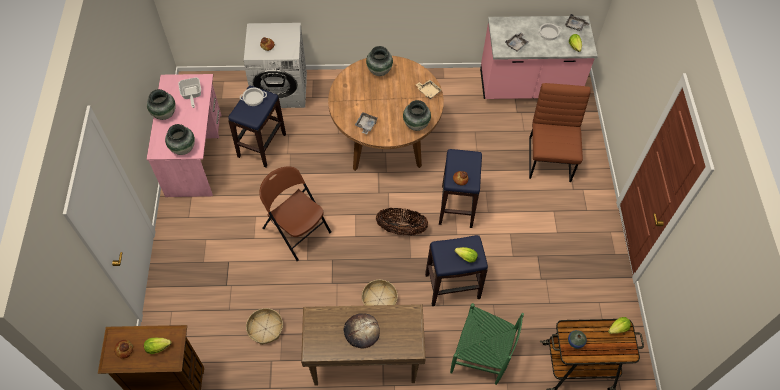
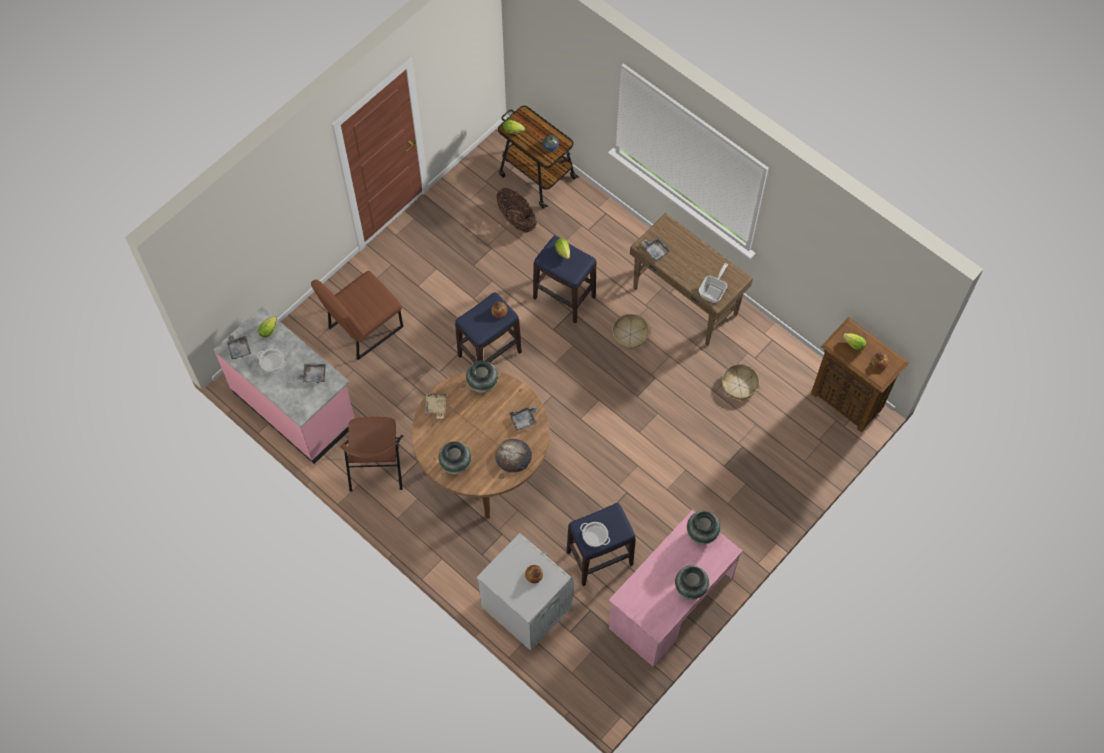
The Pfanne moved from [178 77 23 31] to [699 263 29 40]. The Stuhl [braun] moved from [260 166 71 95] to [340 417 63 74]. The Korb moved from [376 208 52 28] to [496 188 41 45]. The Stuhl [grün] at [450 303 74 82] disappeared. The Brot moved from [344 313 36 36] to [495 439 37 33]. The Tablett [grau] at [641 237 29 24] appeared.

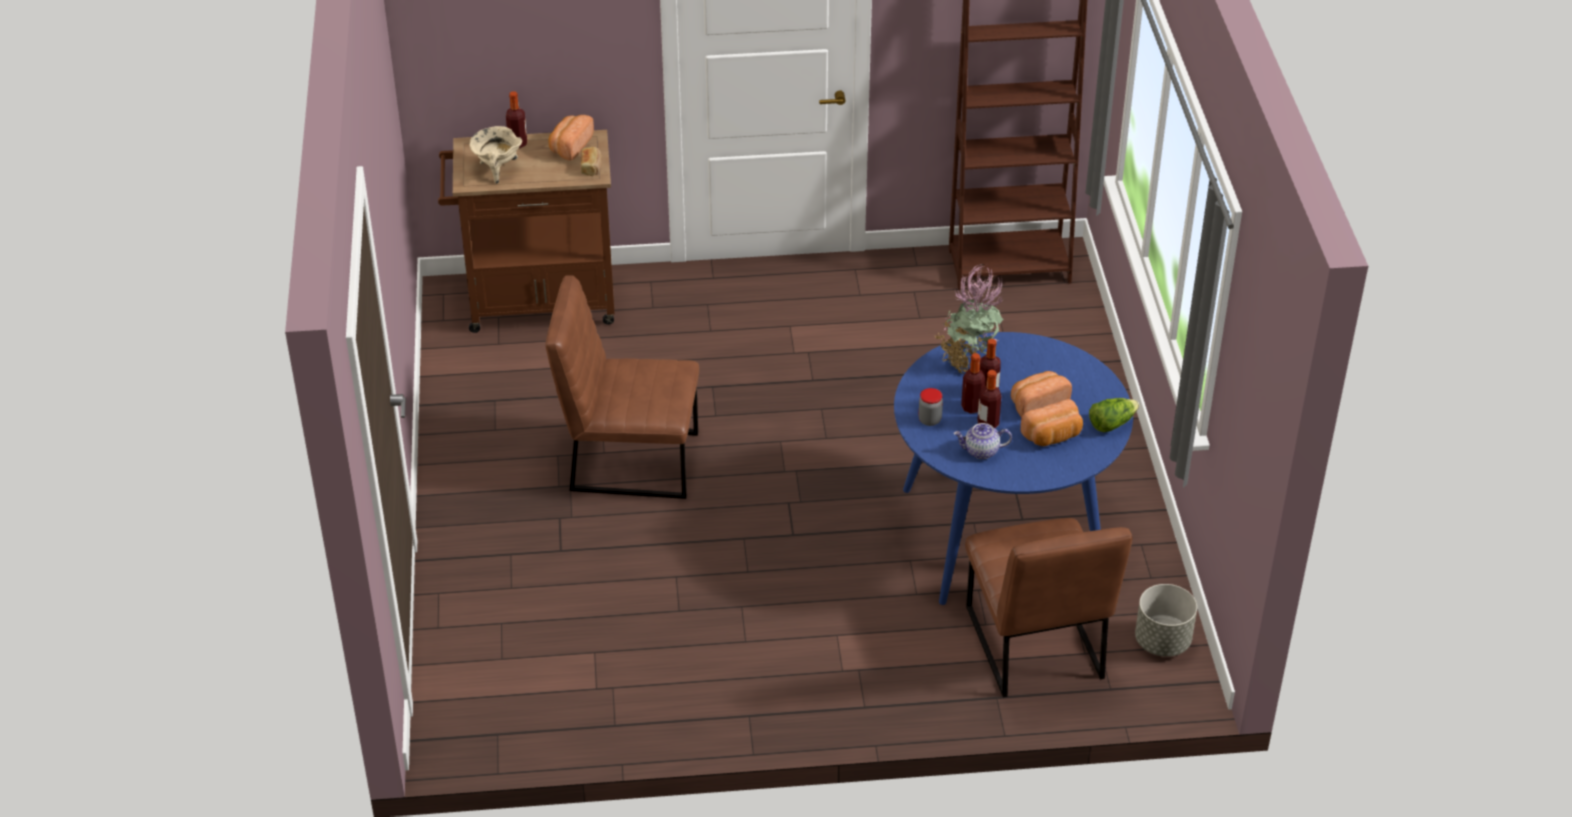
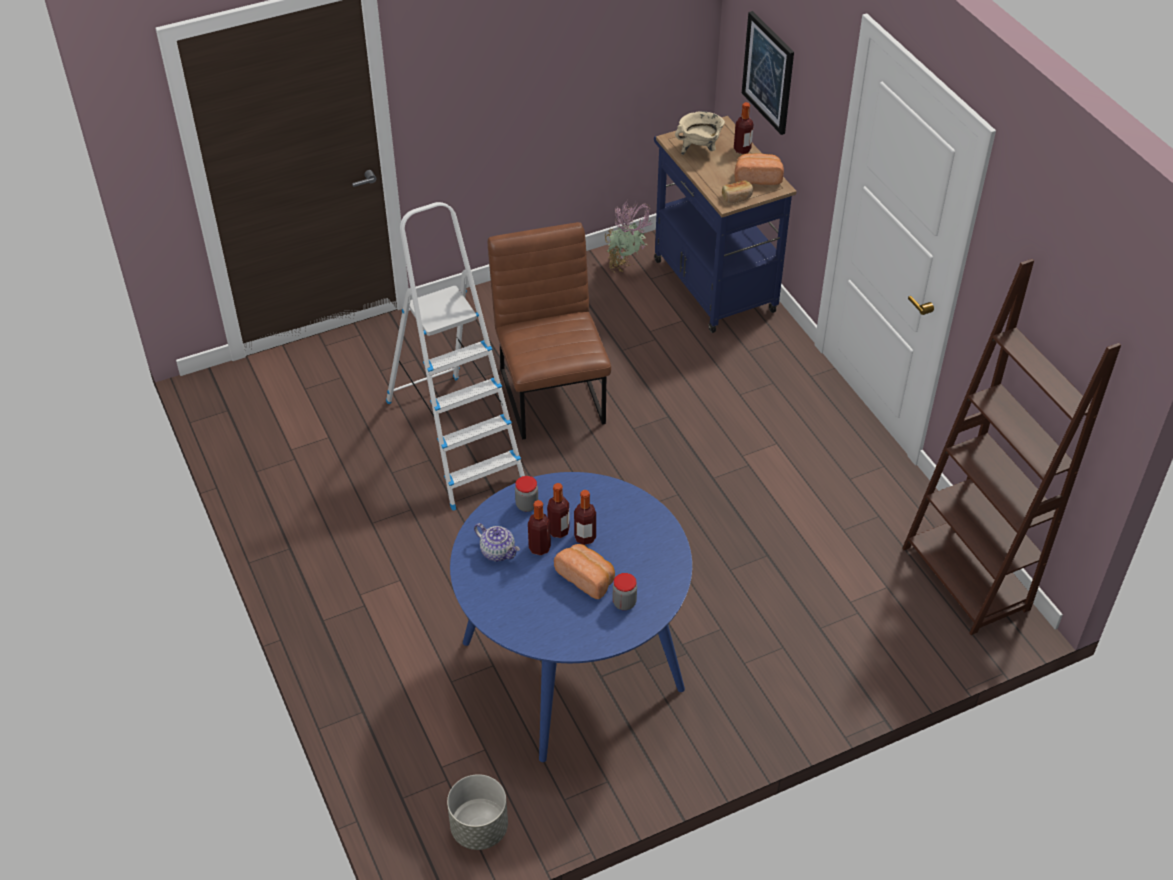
The Rollwagen [braun] at [438 130 177 203] became the Rollwagen [blau] at [654 116 143 217]. The Topfpflanze moved from [934 264 69 110] to [605 199 49 74]. The Salatkopf at [1089 398 50 34] disappeared. The Brot at [1020 399 63 47] disappeared. The Teekanne at [954 423 58 36] turned 150 degrees clockwise. The Stuhl [braun] at [965 518 168 180] disappeared. The Bild at [742 11 52 124] appeared. The Trittleiter [weiß] at [386 202 139 309] appeared. The Vorratsglas at [612 573 25 37] appeared.

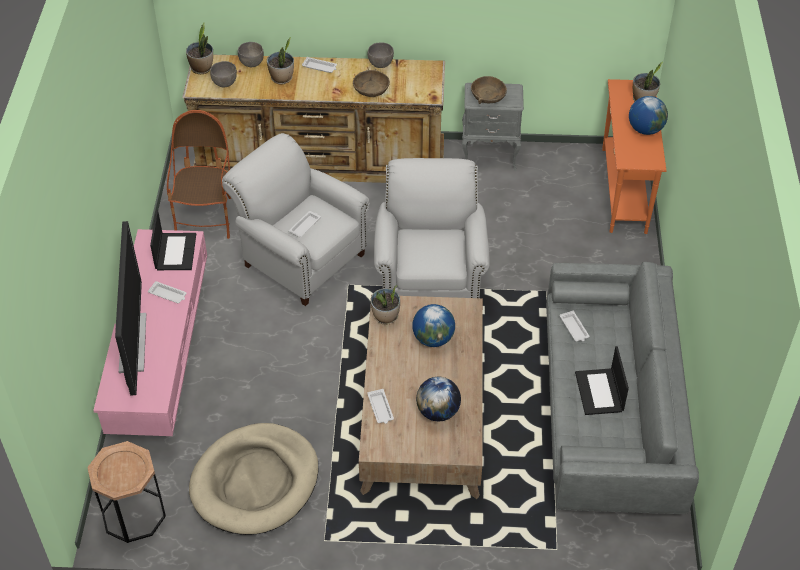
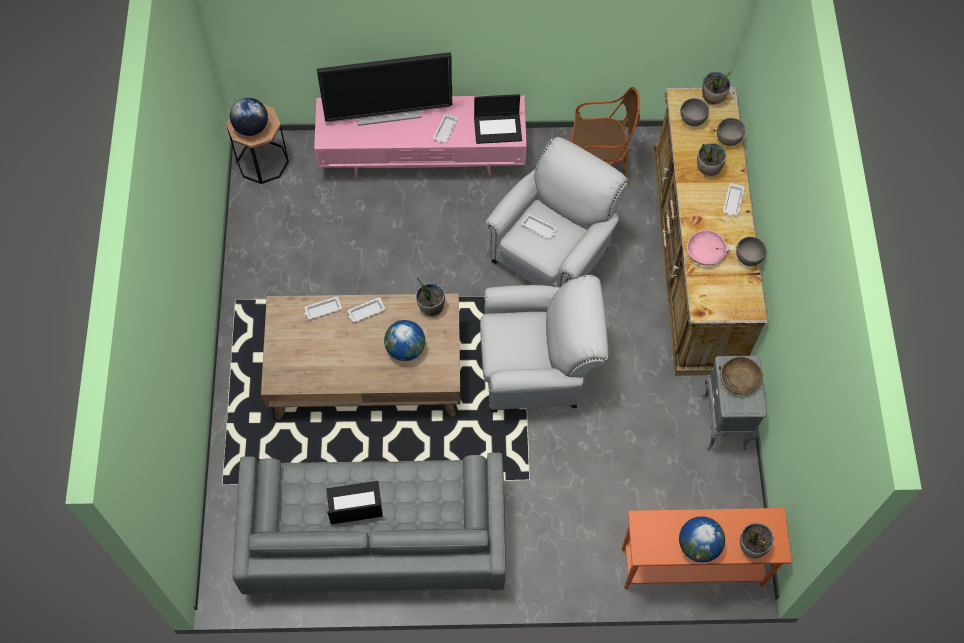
The Schüssel [braun] at [353 69 37 28] became the Schüssel [rosa] at [687 230 43 35]. The Tablett [weiß] moved from [560 311 30 31] to [348 297 37 25]. The Globus moved from [416 377 45 44] to [230 98 38 38]. The Hundebett [beige] at [189 423 129 112] disappeared.

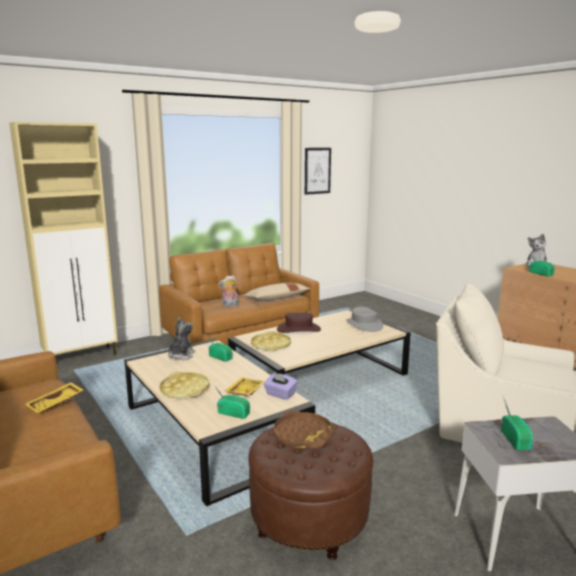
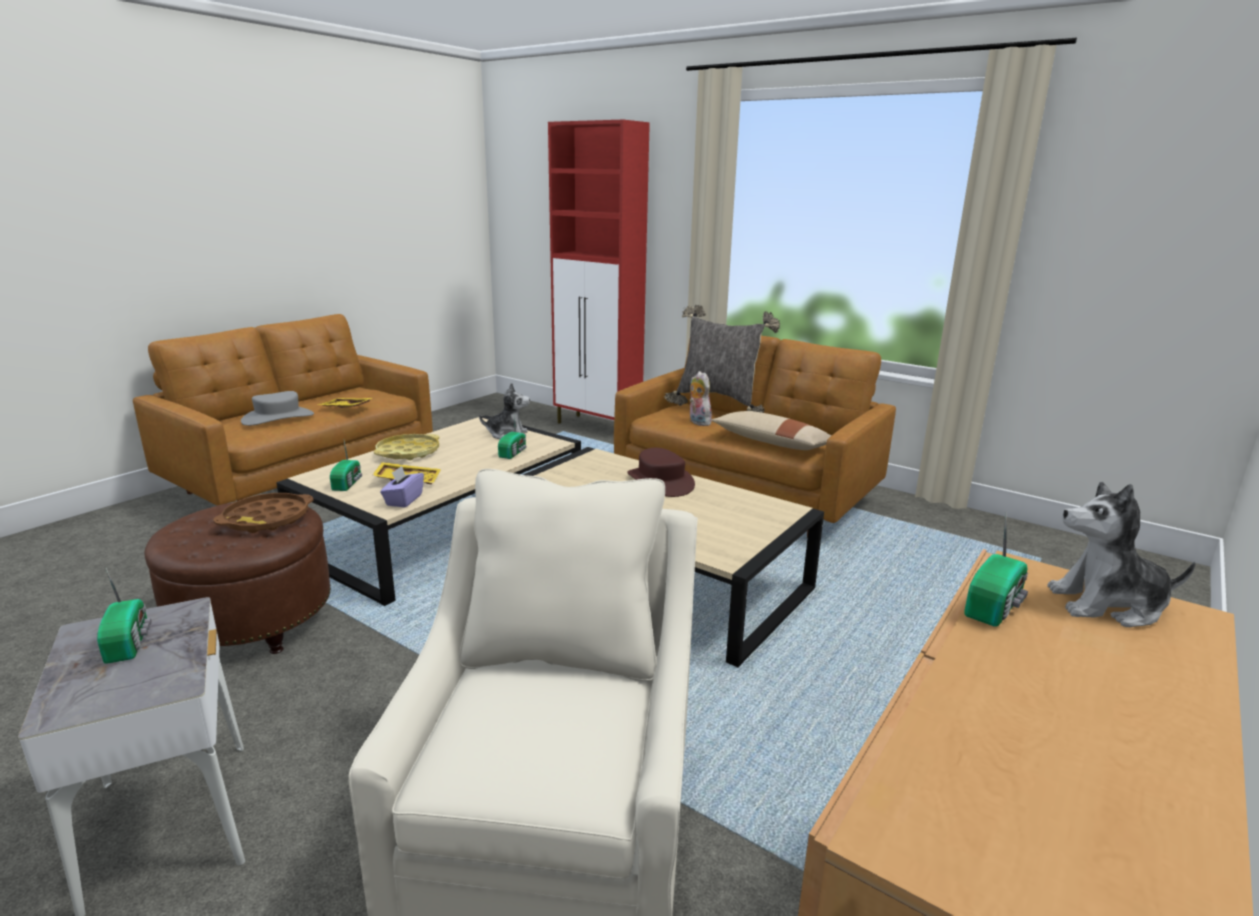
The Schrank [beige] at [9 122 109 233] became the Schrank [rot] at [548 120 102 304]. The Bild at [305 148 26 47] disappeared. The Hut [grau] moved from [346 307 37 25] to [241 391 73 35]. The Tablett [gelb] at [251 331 40 20] disappeared. The Radio at [501 396 32 55] turned 90 degrees counterclockwise. The Kissen at [664 305 116 108] appeared.

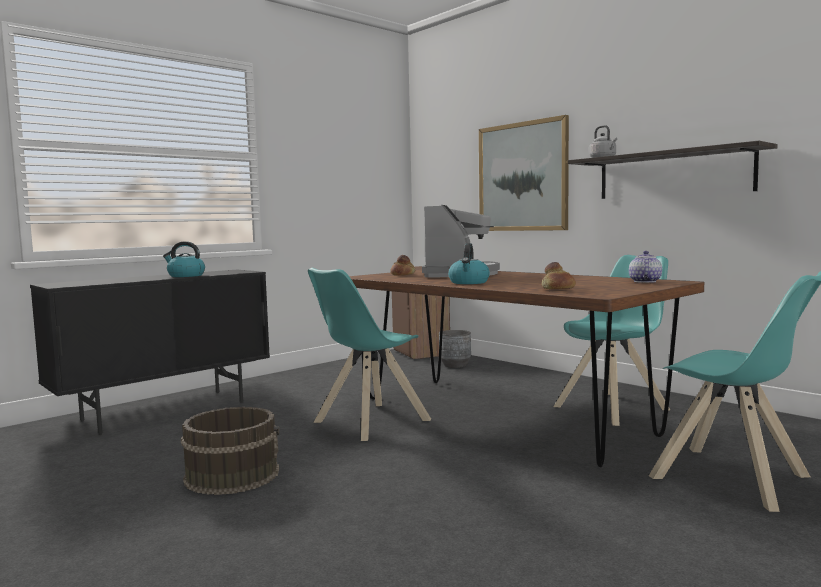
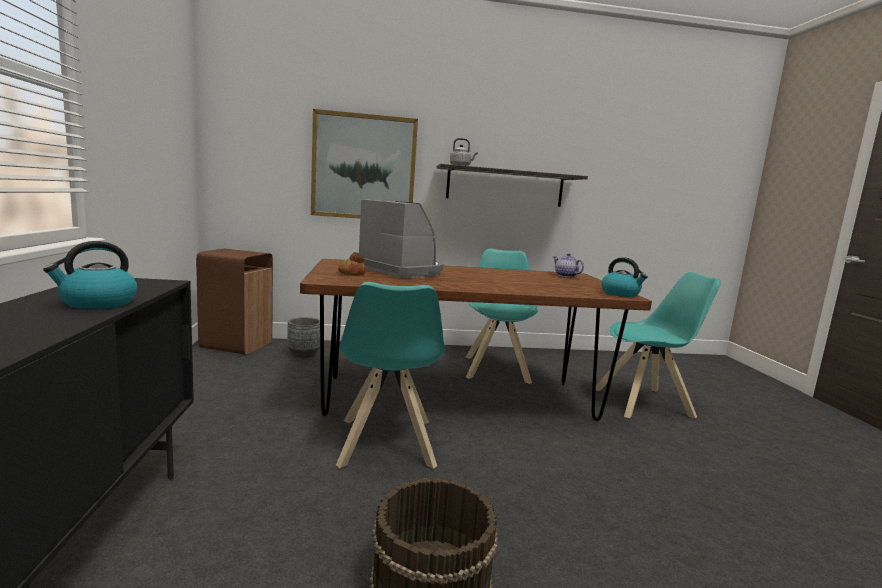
The Wasserkessel moved from [448 243 42 41] to [601 257 47 40]. The Brot at [542 262 34 27] disappeared.

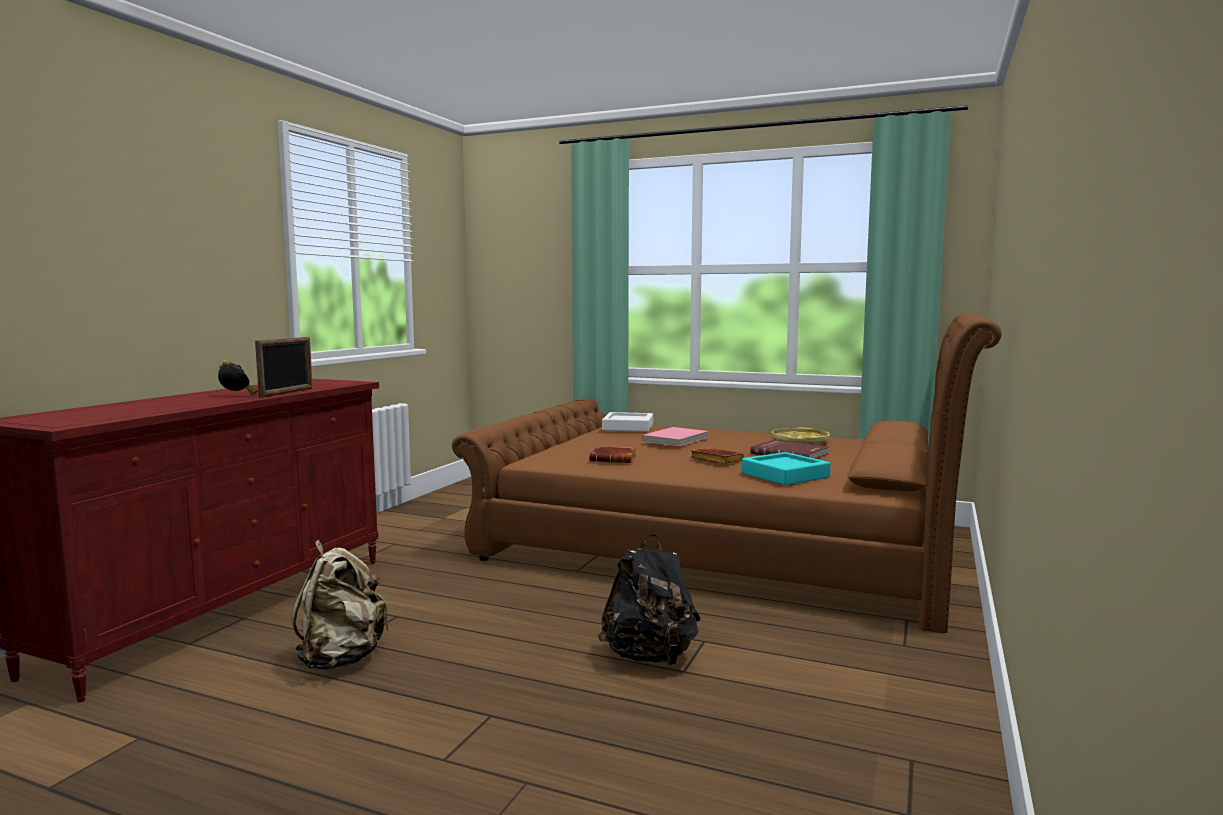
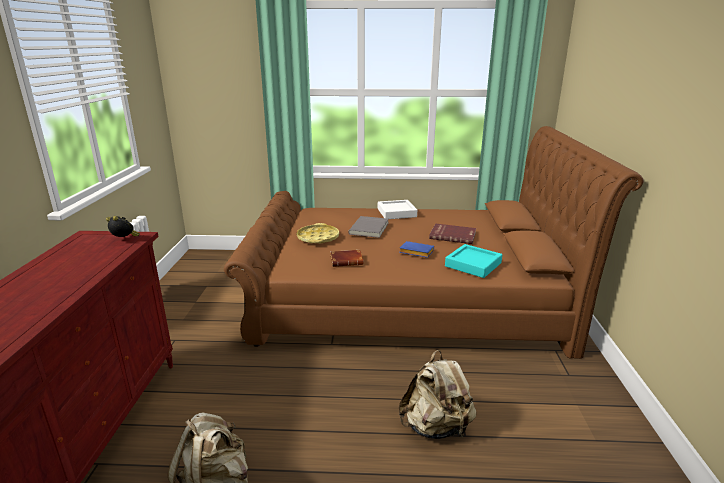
The Bilderrahmen at [255 337 58 61] disappeared. The Wecker moved from [218 360 40 35] to [106 216 34 21]. The Tablett [weiß] moved from [602 412 51 20] to [378 200 39 19]. The Buch [rosa] at [642 427 67 20] became the Buch [grau] at [348 216 40 22]. The Tablett [gelb] moved from [771 427 59 18] to [297 223 42 20]. The Buch [braun] at [690 448 54 16] became the Buch [blau] at [399 241 35 17]. The Rucksack [schwarz] at [598 534 103 131] became the Rucksack [beige] at [398 350 78 89].

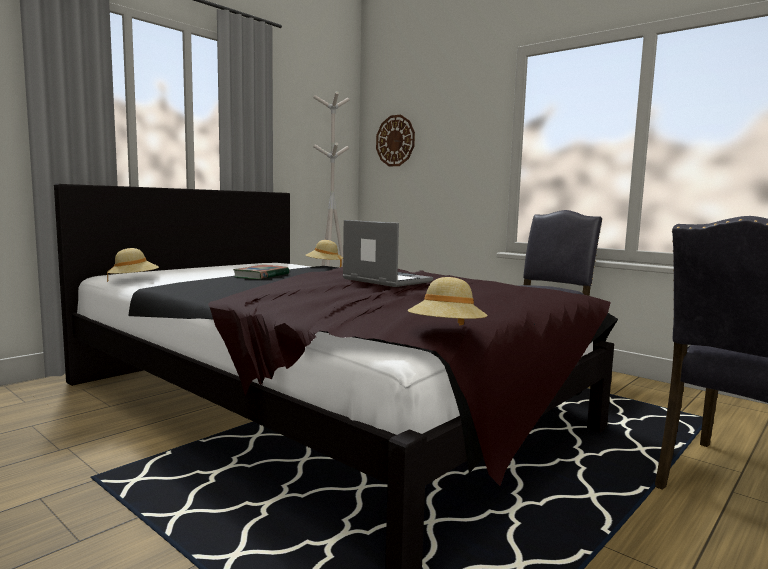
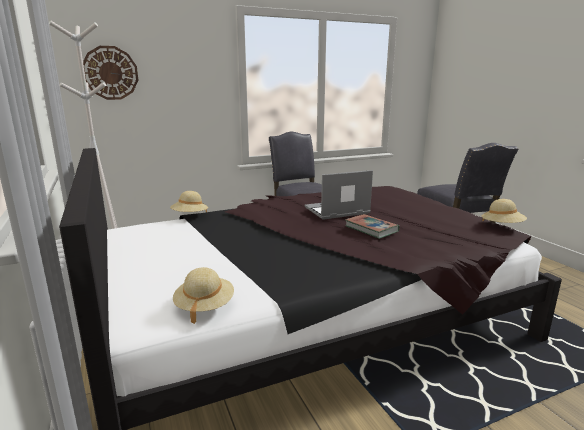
The Buch moved from [233 264 56 15] to [345 214 54 25].

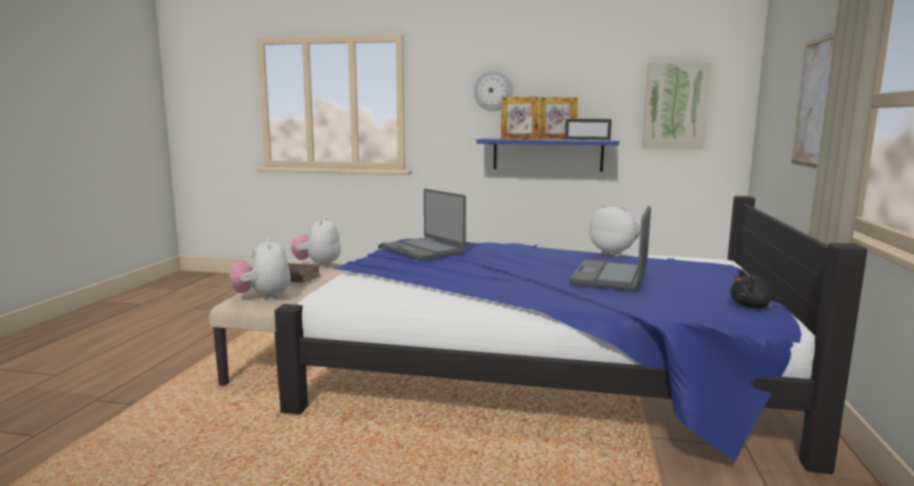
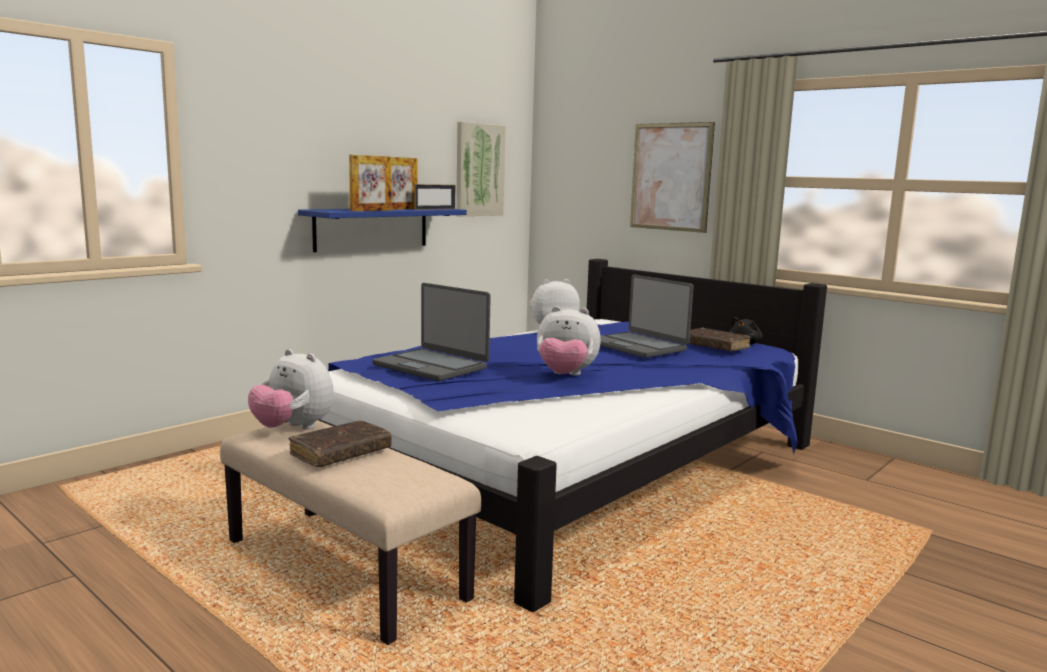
The Wanduhr at [474 70 39 41] disappeared. The Laptop at [382 189 84 71] turned 45 degrees clockwise. The Plüschtier moved from [230 238 61 62] to [537 306 64 69]. The Buch [braun] at [689 328 62 24] appeared.

